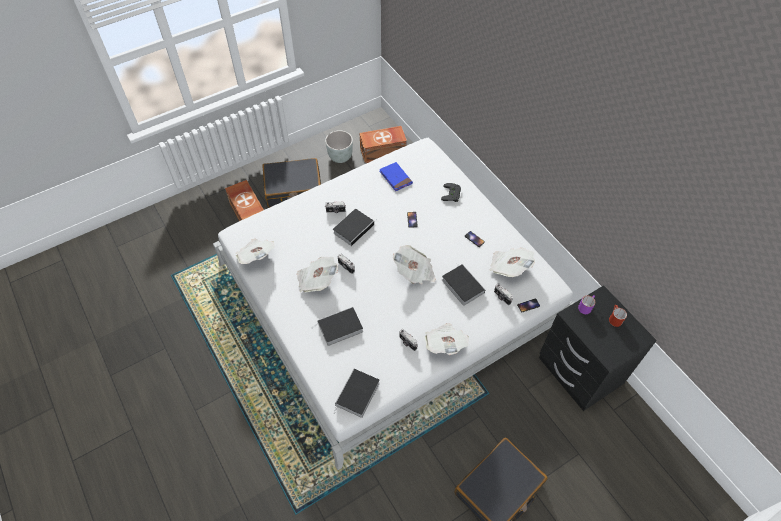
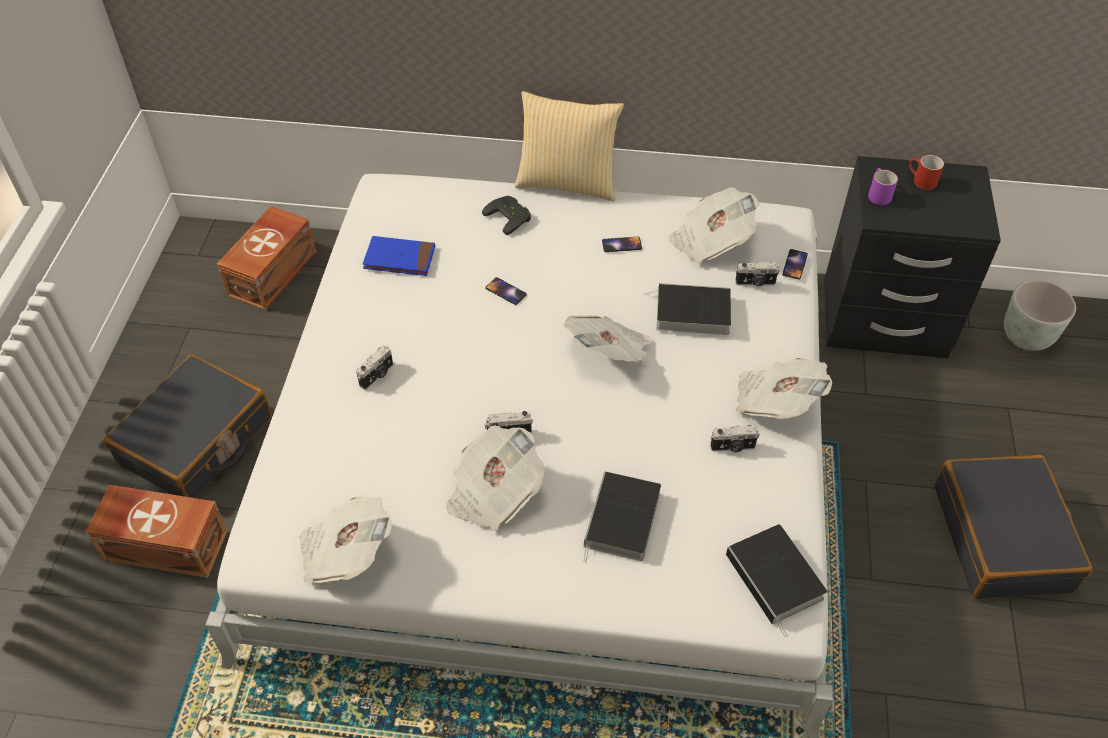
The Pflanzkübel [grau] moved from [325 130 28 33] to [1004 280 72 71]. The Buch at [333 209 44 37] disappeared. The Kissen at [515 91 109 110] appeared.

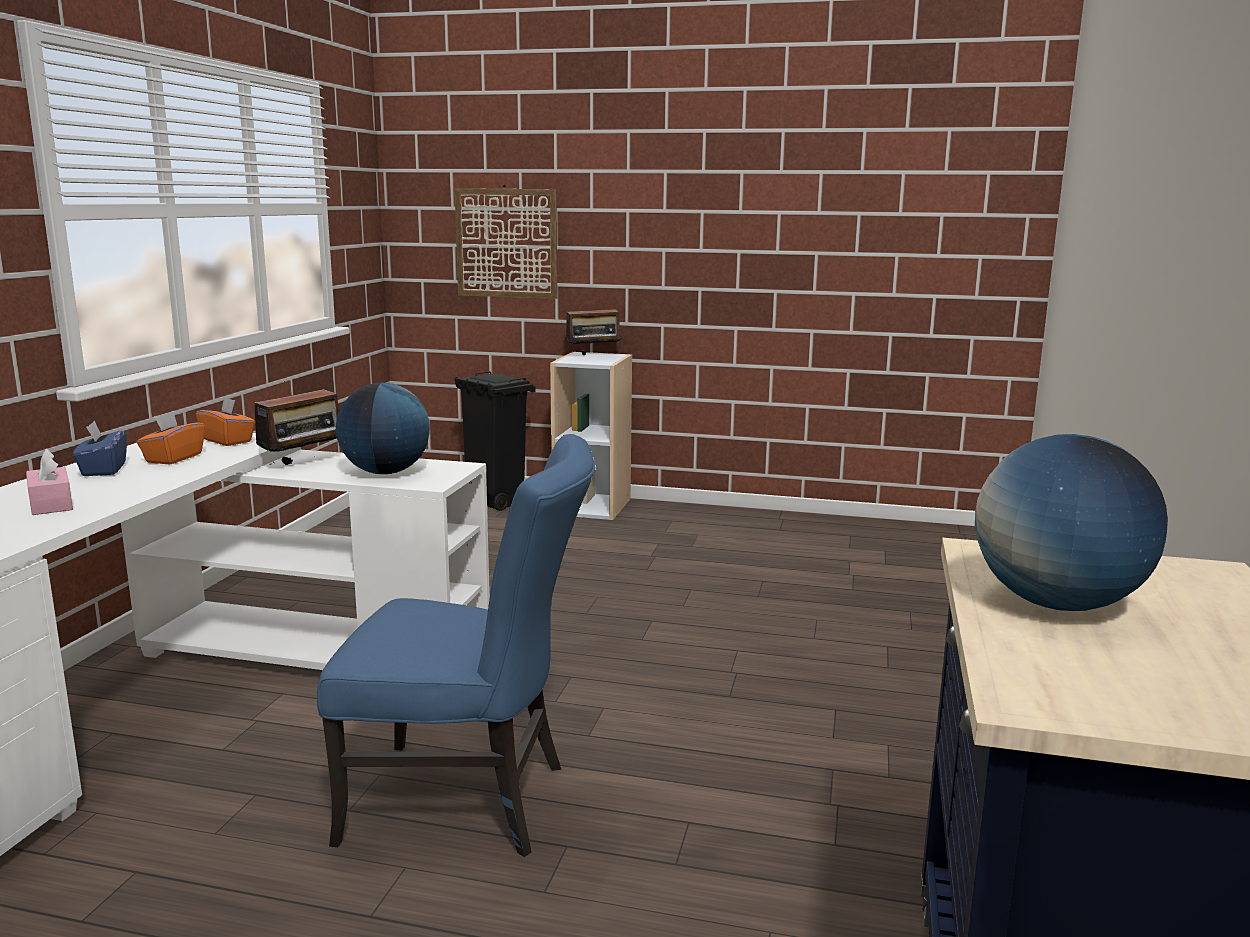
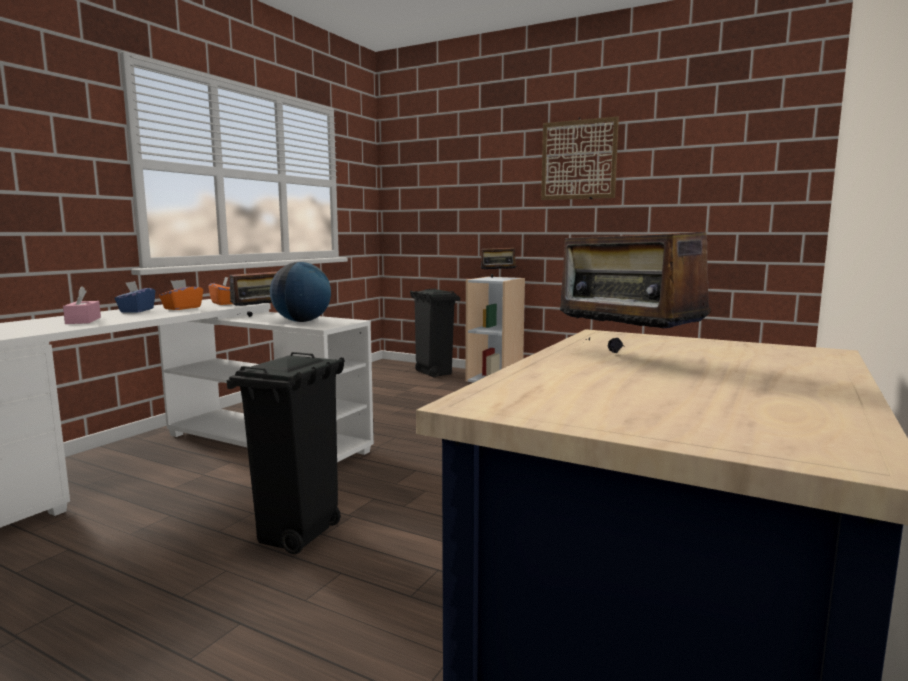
The Bild moved from [455 185 102 114] to [541 116 78 84]. The Stuhl [blau] at [317 434 278 423] was replaced by the Mülleimer [schwarz] at [226 352 119 202]. The Globus at [975 434 193 177] was replaced by the Radio at [560 197 151 156].

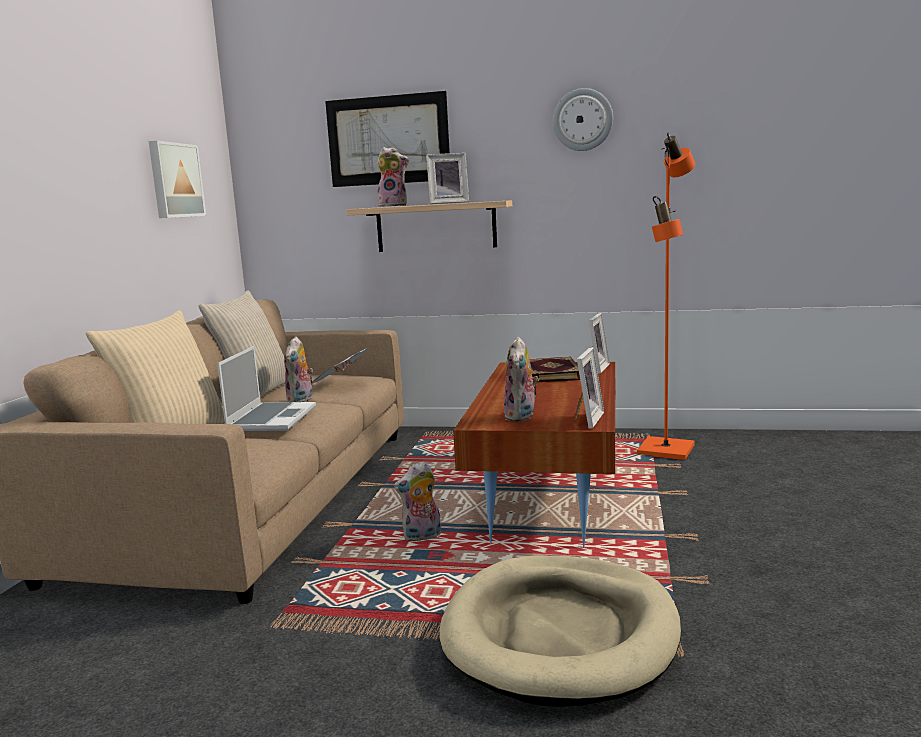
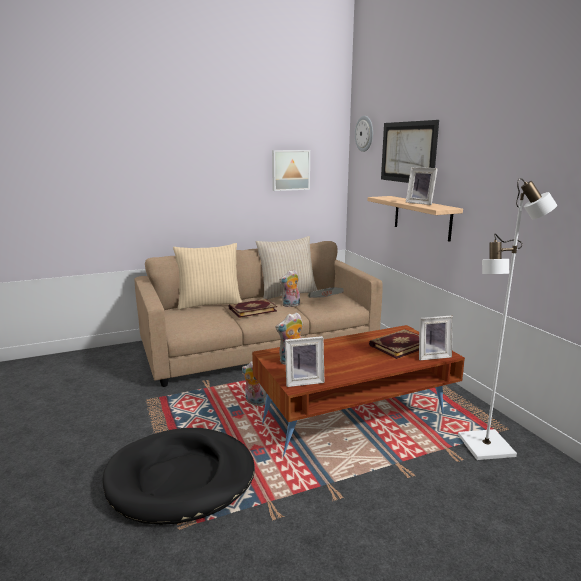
The Wanduhr moved from [553 88 60 63] to [355 116 18 36]. The Stehlampe [orange] at [637 133 58 327] became the Stehlampe [weiß] at [458 178 99 282]. The Plüschtier at [377 147 32 60] disappeared. The Laptop at [217 346 99 85] was replaced by the Buch at [229 299 48 19]. The Hundebett [beige] at [440 556 241 151] became the Hundebett [schwarz] at [102 428 153 97].

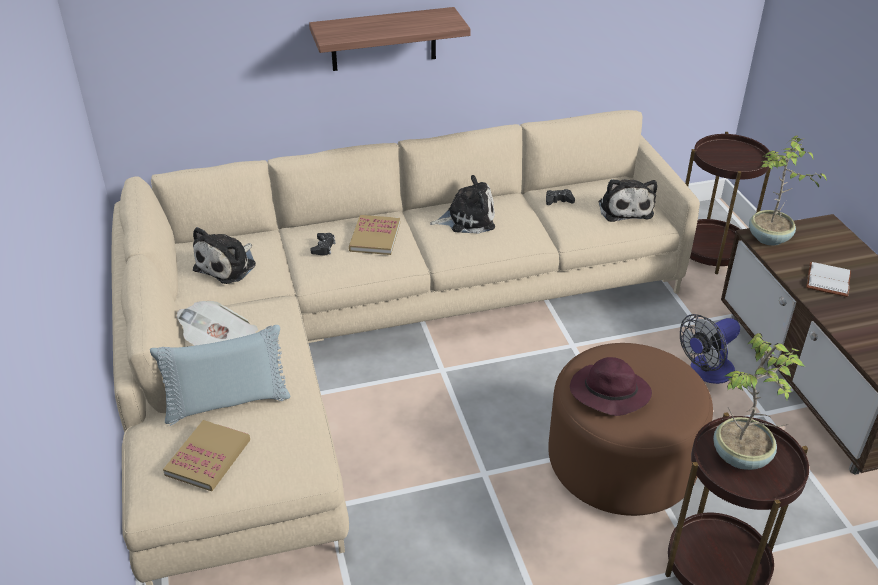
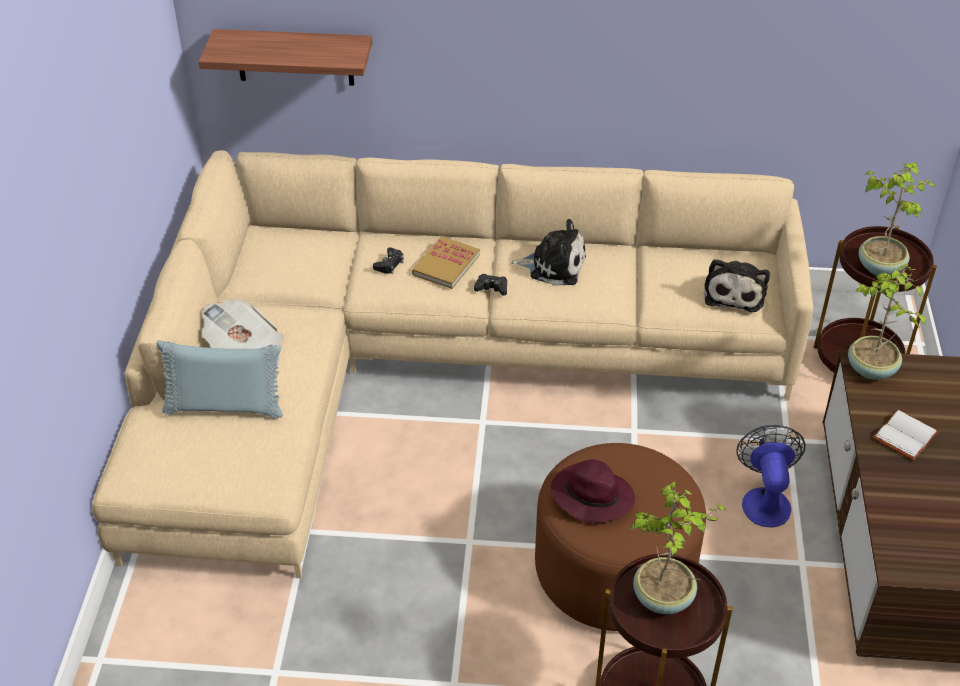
The Wandregal moved from [309 7 162 64] to [199 29 173 57]. The Gamepad [schwarz] moved from [546 189 29 16] to [474 274 33 22]. The Plüschtier at [193 227 63 57] disappeared. The Ventilator at [680 314 60 70] turned 105 degrees clockwise. The Buch at [163 420 87 71] disappeared. The Topfpflanze at [858 162 77 114] appeared.

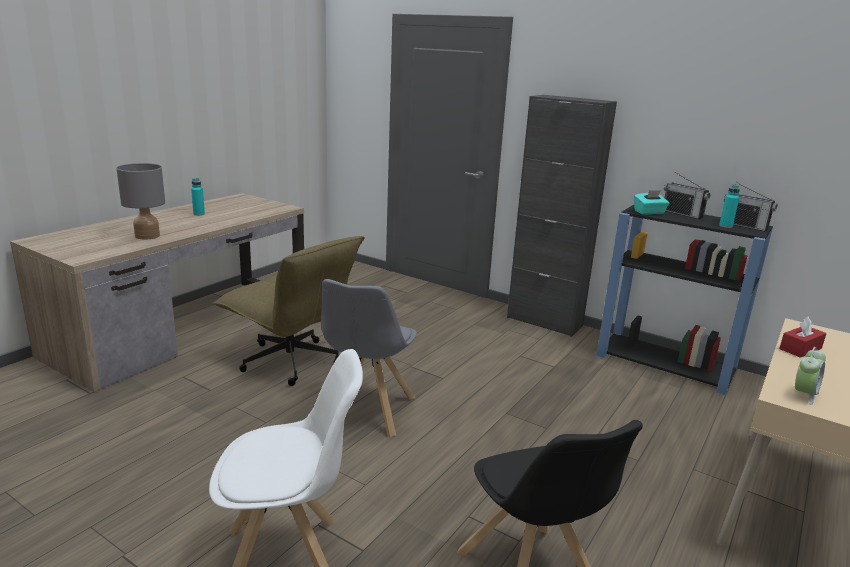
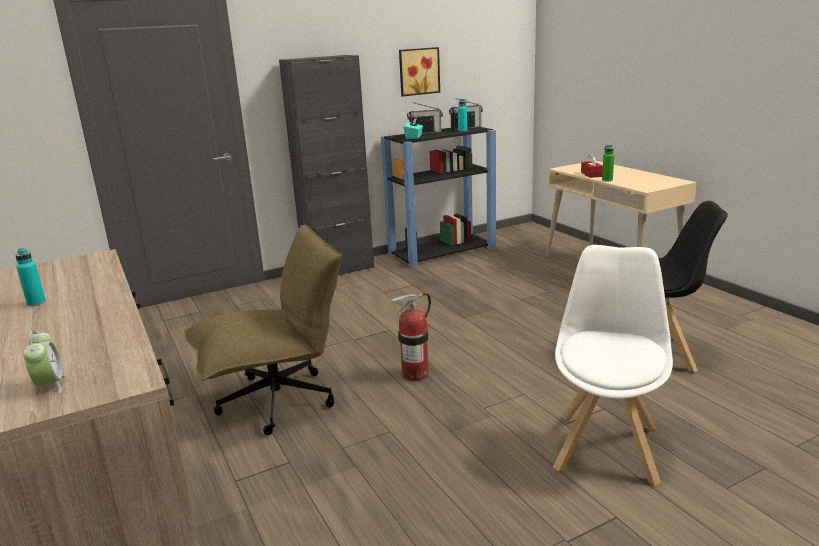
The Tischlampe [grau] at [116 163 49 76] disappeared. The Stuhl [grau] at [321 279 96 158] was replaced by the Feuerlöscher at [391 293 40 88]. The Wecker moved from [795 347 31 58] to [23 331 43 62]. The Bild at [399 47 41 50] appeared. The Flasche [grün] at [602 145 12 37] appeared.

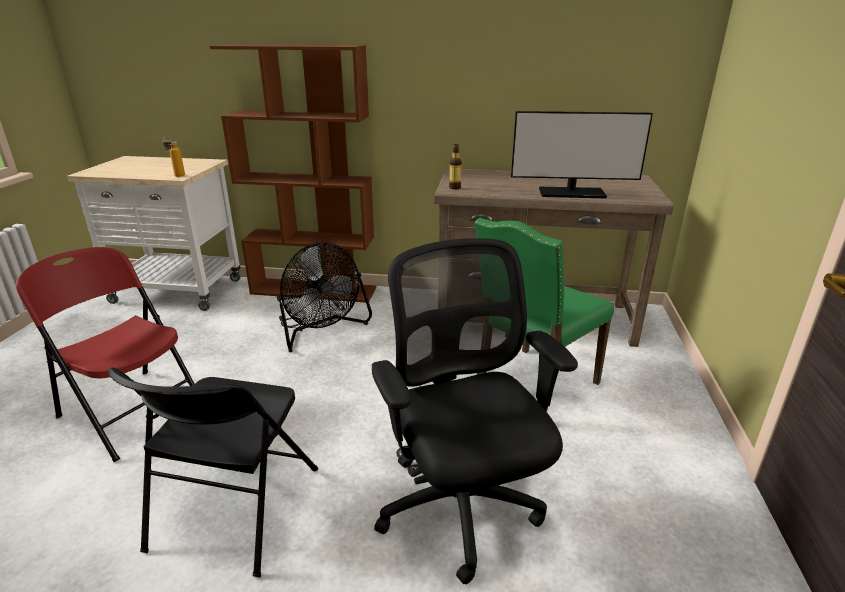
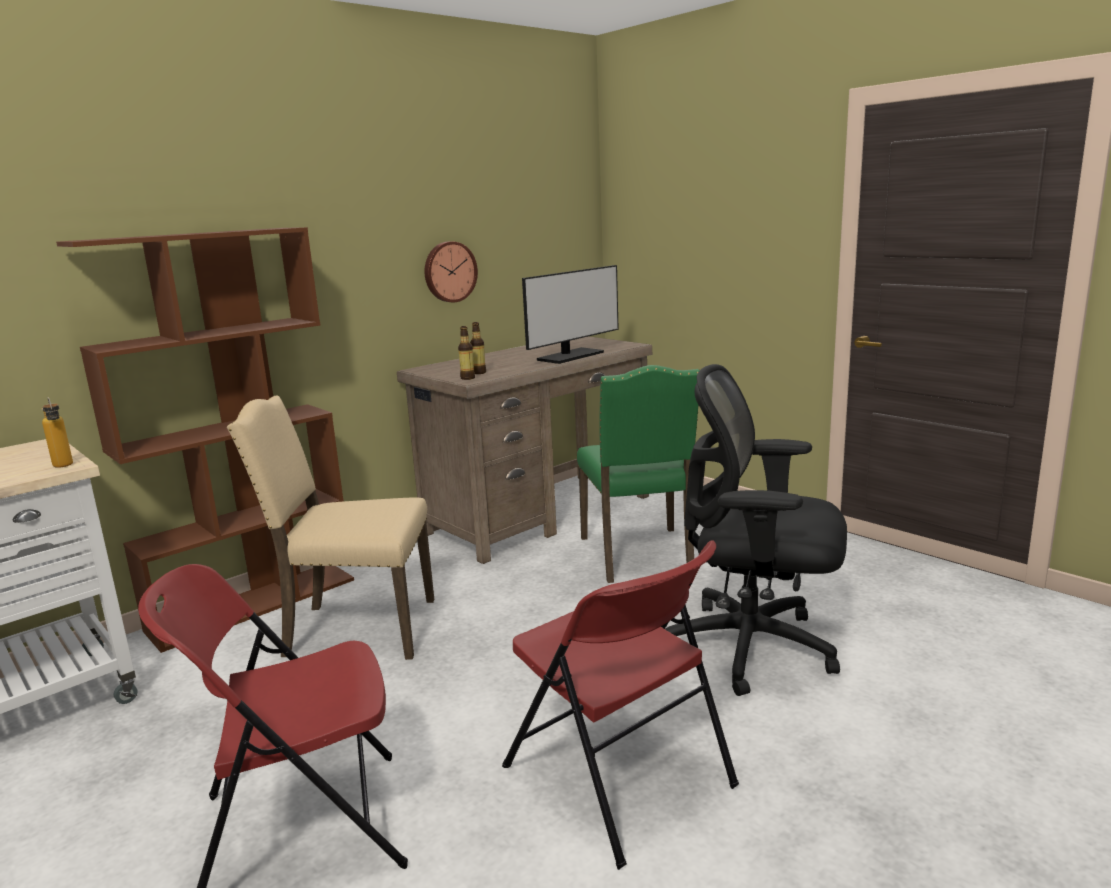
The Ventilator [schwarz] at [277 242 95 110] was replaced by the Stuhl [beige] at [227 395 207 265]. The Stuhl [schwarz] at [108 367 210 211] became the Stuhl [rot] at [502 540 237 330]. The Wanduhr at [425 241 53 61] appeared. The Flasche at [470 322 16 52] appeared.

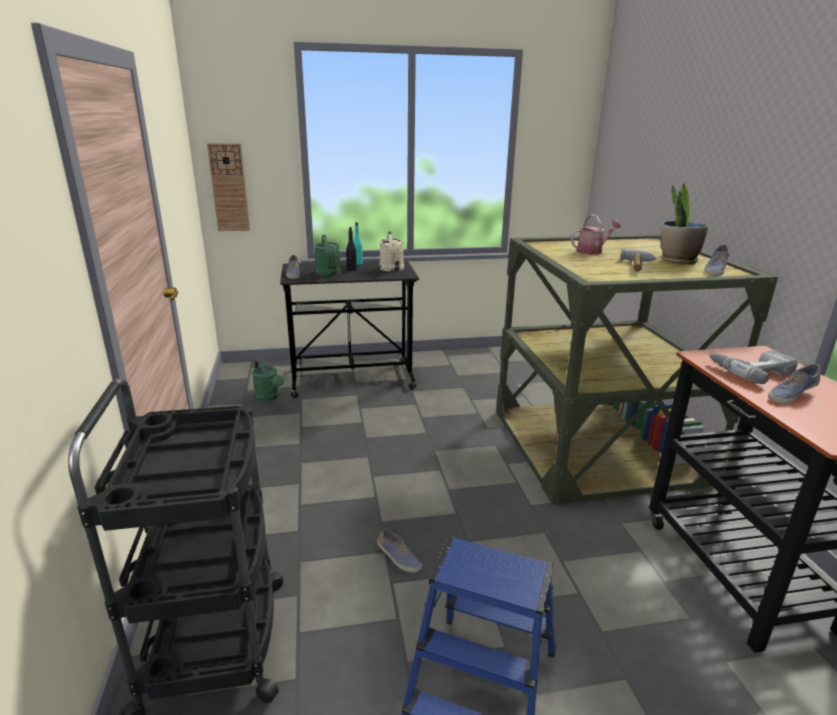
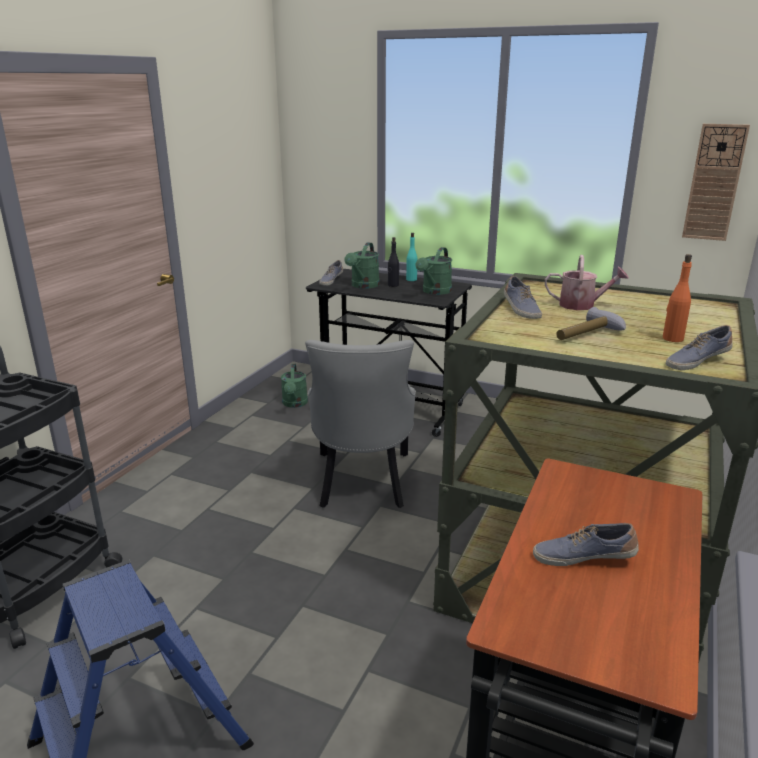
The Wanduhr moved from [207 143 43 88] to [682 124 68 117]. The Topfpflanze at [661 183 47 81] was replaced by the Flasche [orange] at [663 254 29 88]. The Gießkanne [beige] at [379 232 25 40] became the Gießkanne [grün] at [416 247 36 48]. The Bohrmaschine at [710 350 88 34] disappeared. The Schuh moved from [377 529 45 44] to [504 276 38 43]. The Stuhl [grau] at [305 340 111 168] appeared.

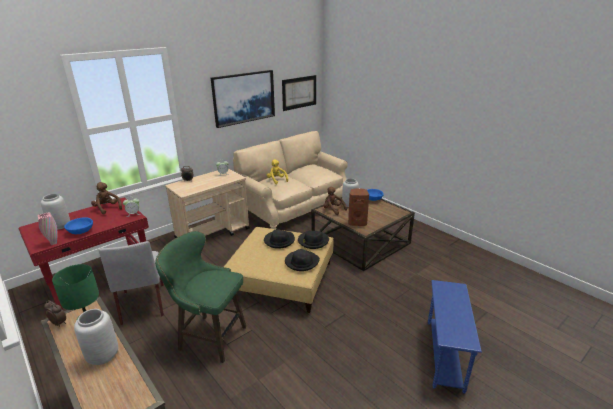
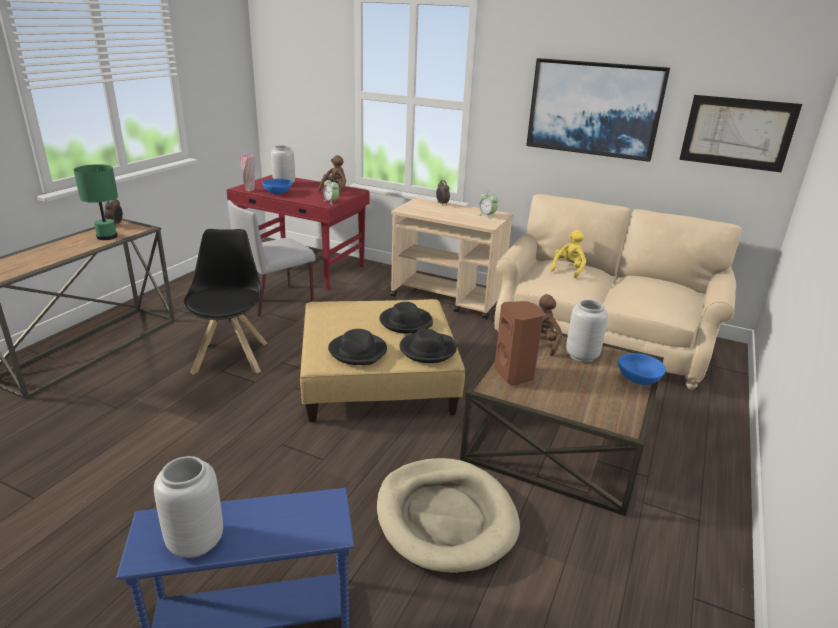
The Hocker [grün] at [155 231 91 132] was replaced by the Stuhl [schwarz] at [183 229 85 146]. The Vase [grau] moved from [74 309 44 56] to [154 456 69 102]. The Hundebett [beige] at [376 458 144 116] appeared.

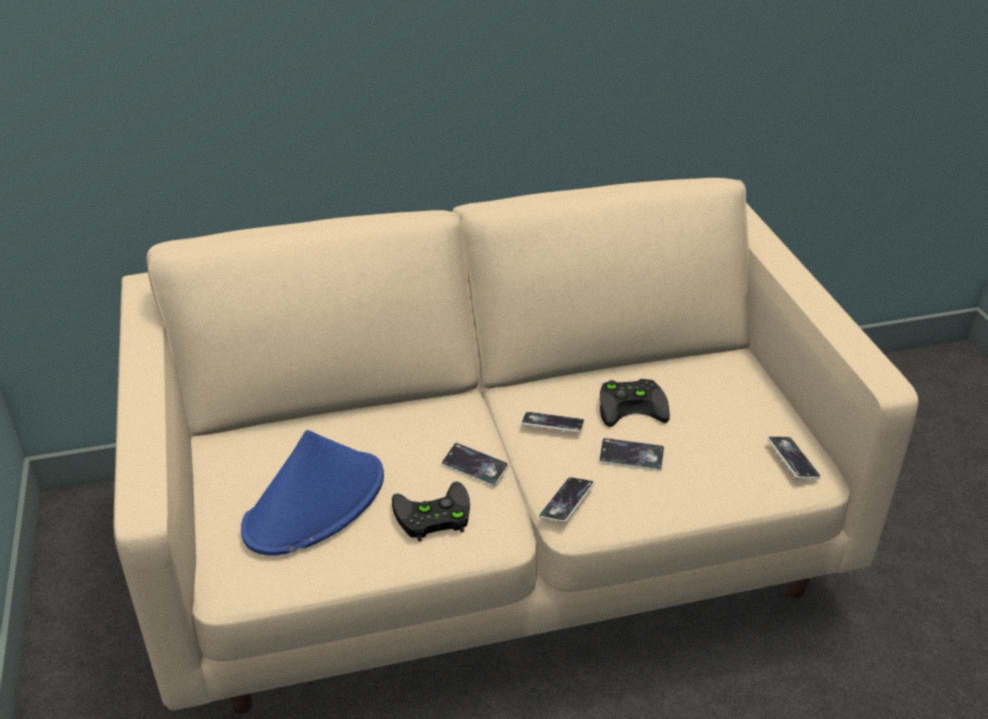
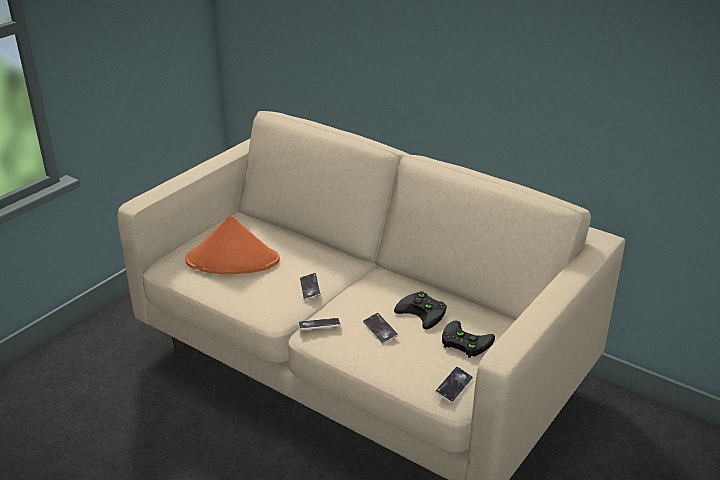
The Handy at [521 412 64 20] disappeared. The Hut [blau] at [241 430 143 126] became the Hut [orange] at [185 215 95 59]. The Gamepad [schwarz] moved from [392 481 78 60] to [442 321 53 37].

